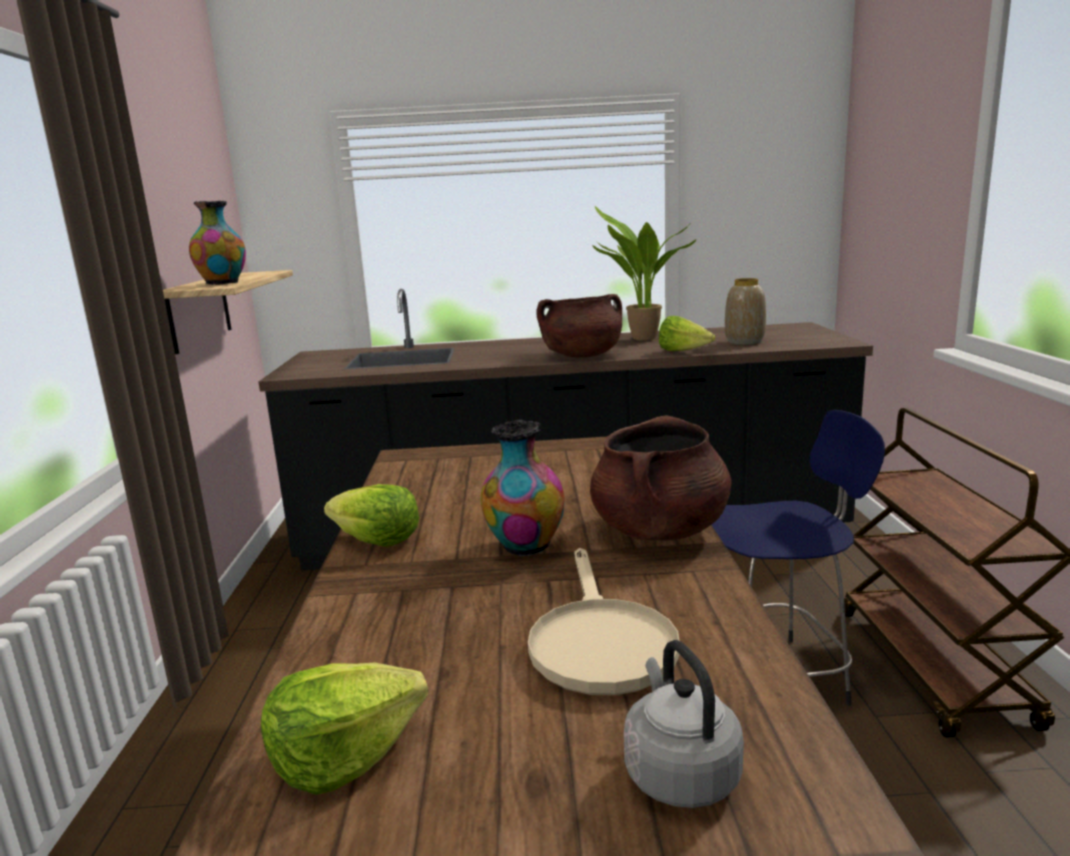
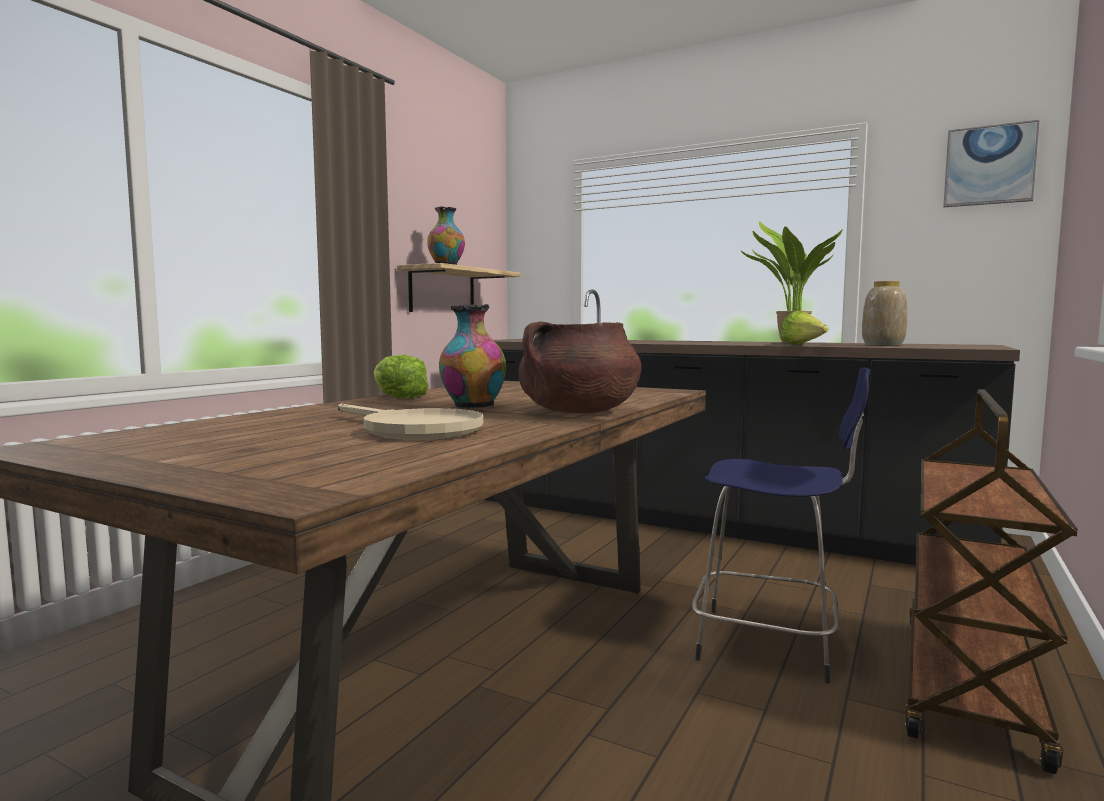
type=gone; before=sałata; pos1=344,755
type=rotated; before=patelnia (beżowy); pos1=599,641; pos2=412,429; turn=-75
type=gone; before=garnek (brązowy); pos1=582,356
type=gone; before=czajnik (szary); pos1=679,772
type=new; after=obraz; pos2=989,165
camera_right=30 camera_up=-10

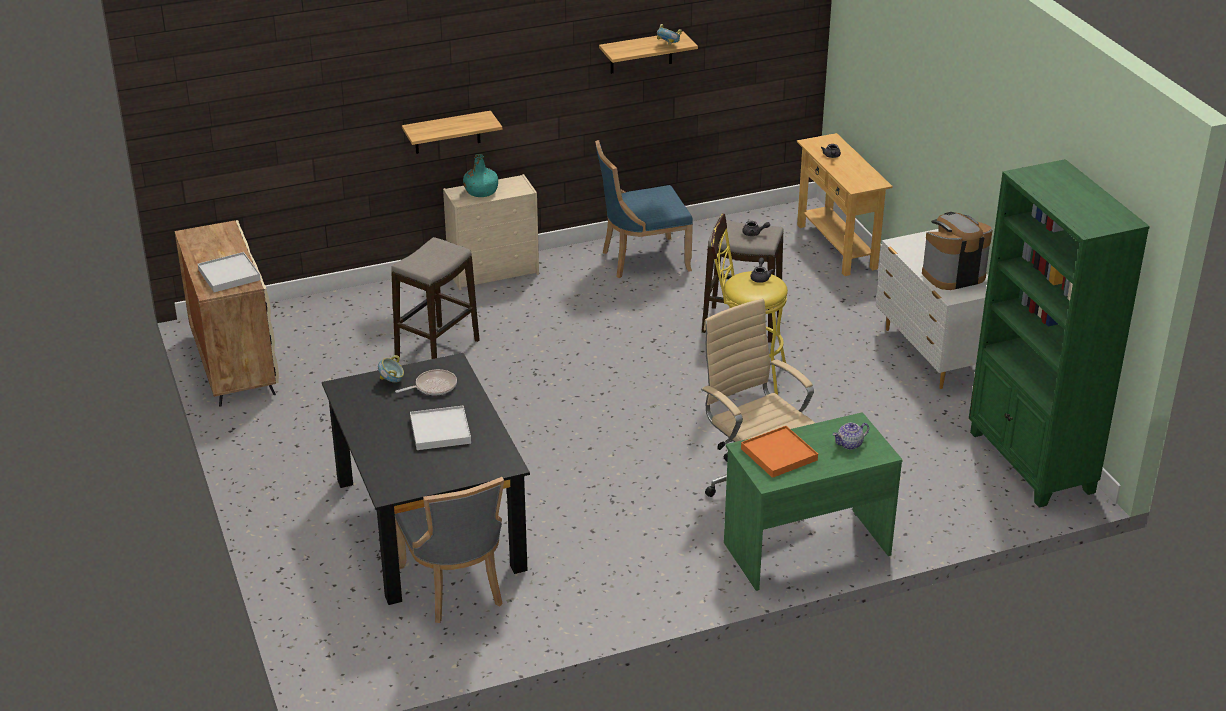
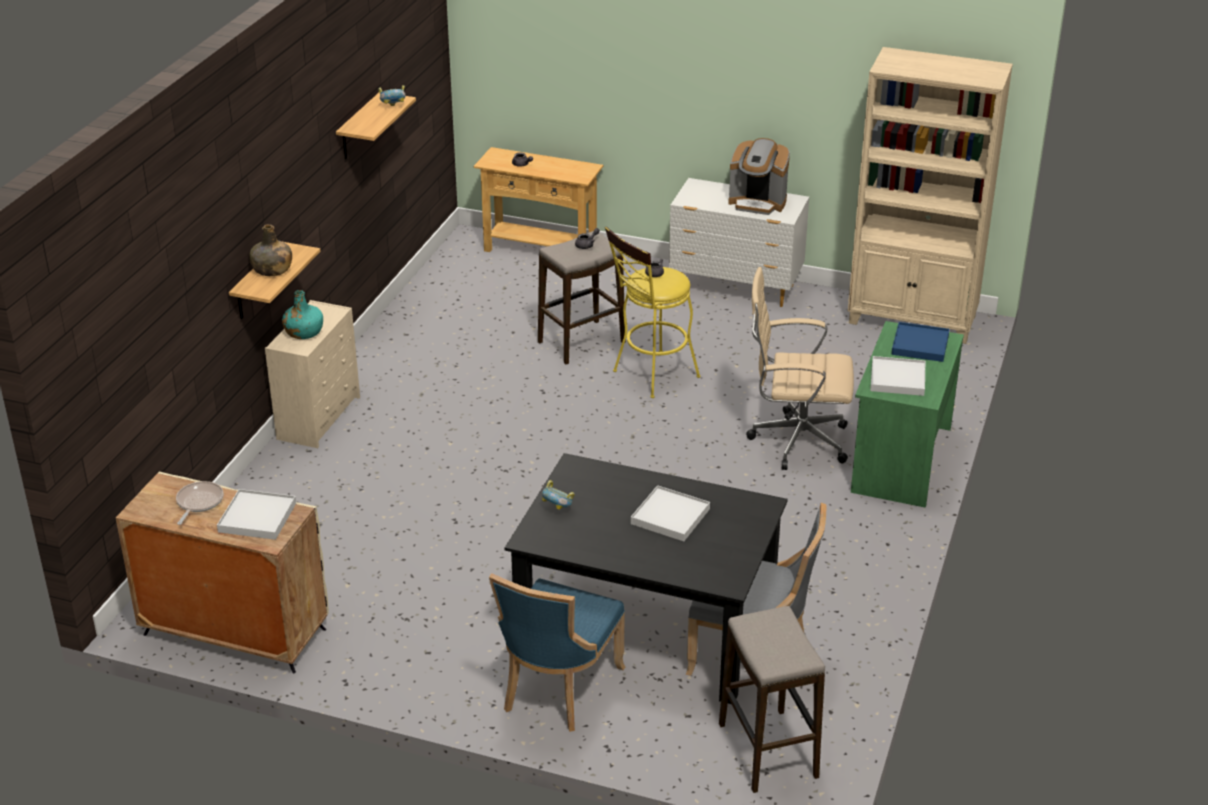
type=shifted; before=stołek; pos1=437,350; pos2=767,751
type=shifted; before=patelnia; pos1=433,386; pos2=198,503
type=shifted; before=krzesło (niebieski); pos1=642,260; pos2=557,690
type=repainted; before=taca (pomarańczowy); after=taca (biały); pos1=779,454; pos2=897,379
type=swapped; before=imbryk; after=taca (niebieski); pos1=850,444; pos2=920,345
type=rotated; before=ekspres do kawy; pos1=953,275; pos2=757,203; turn=-90
type=repainted; before=regał (zielony); after=regał (beżowy); pos1=1030,463; pos2=913,320
type=new; after=butelka (zielony); pos2=272,269
camera_right=-50 camera_up=0

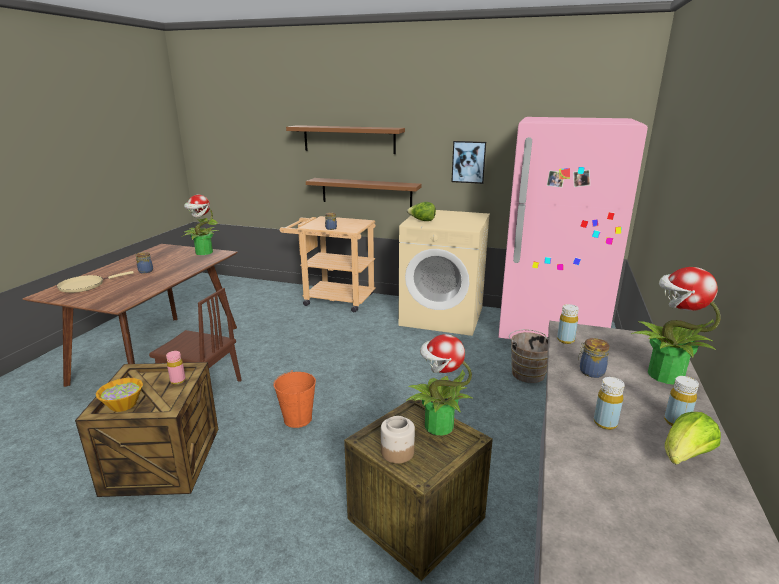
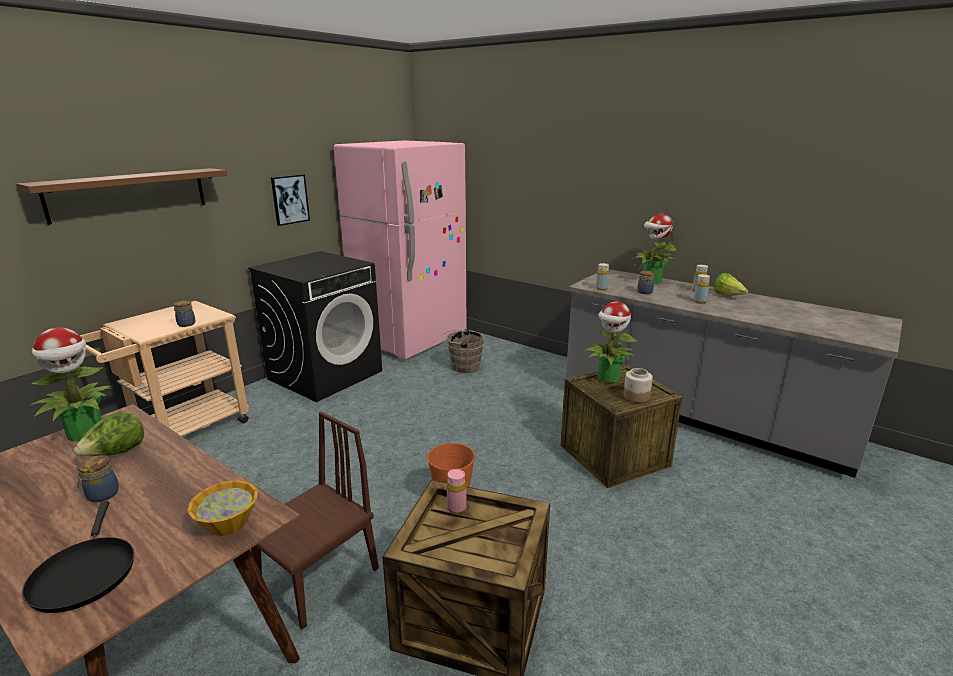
type=repainted; before=patelnia (beżowy); after=patelnia (czarny); pos1=85,285; pos2=84,573
type=shifted; before=miska; pos1=123,404; pos2=228,523
type=gone; before=półka (brązowy); pos1=366,192
type=repainted; before=pralka (beżowy); after=pralka (czarny); pos1=442,316; pos2=326,375
type=shifted; before=sałata; pos1=422,221; pos2=116,453
camera_right=-70 camera_up=0

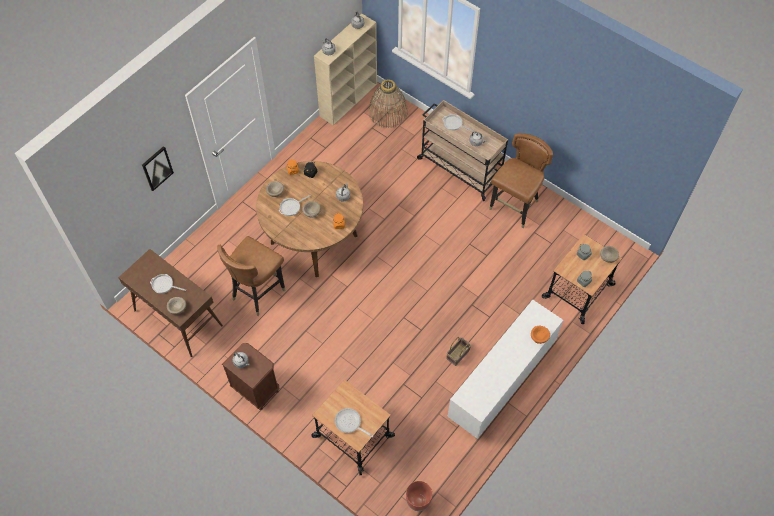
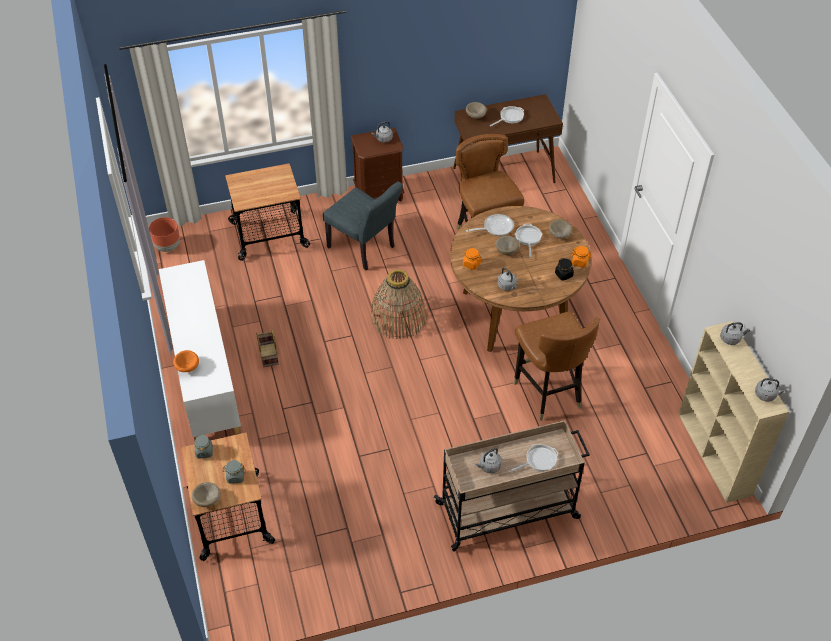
type=gone; before=obraz; pos1=157,168
type=shifted; before=patelnia; pos1=350,423; pos2=495,227
type=shifted; before=koszyk; pos1=388,112; pos2=398,317
type=shifted; before=krzesło (brązowy); pos1=515,207; pos2=548,393
type=new; after=krzesło (szary); pos2=365,249
camera_right=125 camera_up=-10

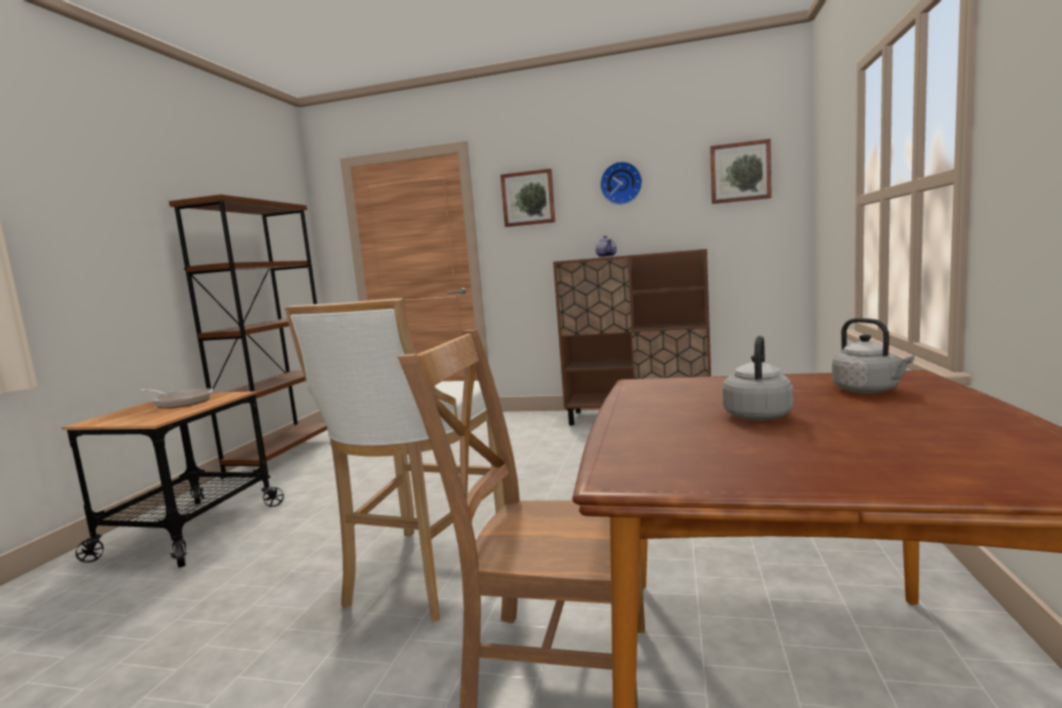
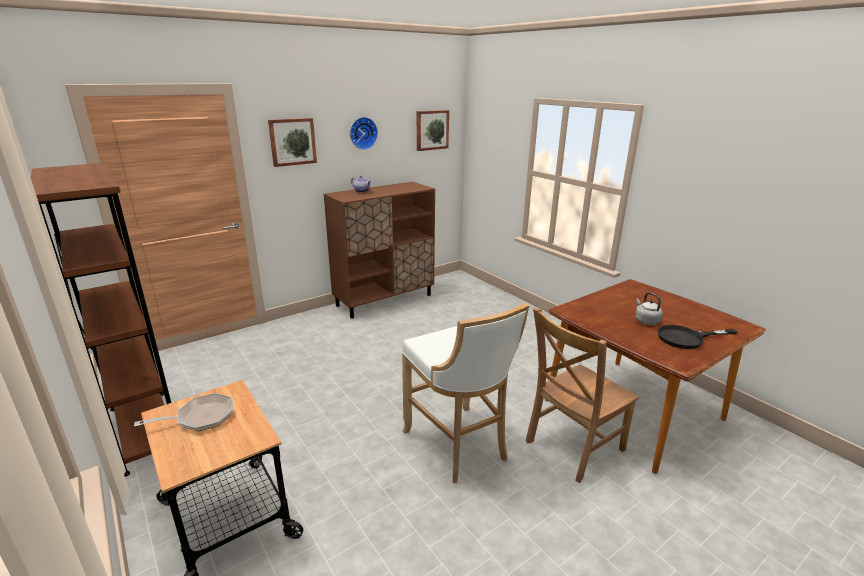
type=gone; before=czajnik (szary); pos1=869,391
type=new; after=patelnia (czarny); pos2=687,338
camera_right=-50 camera_up=15

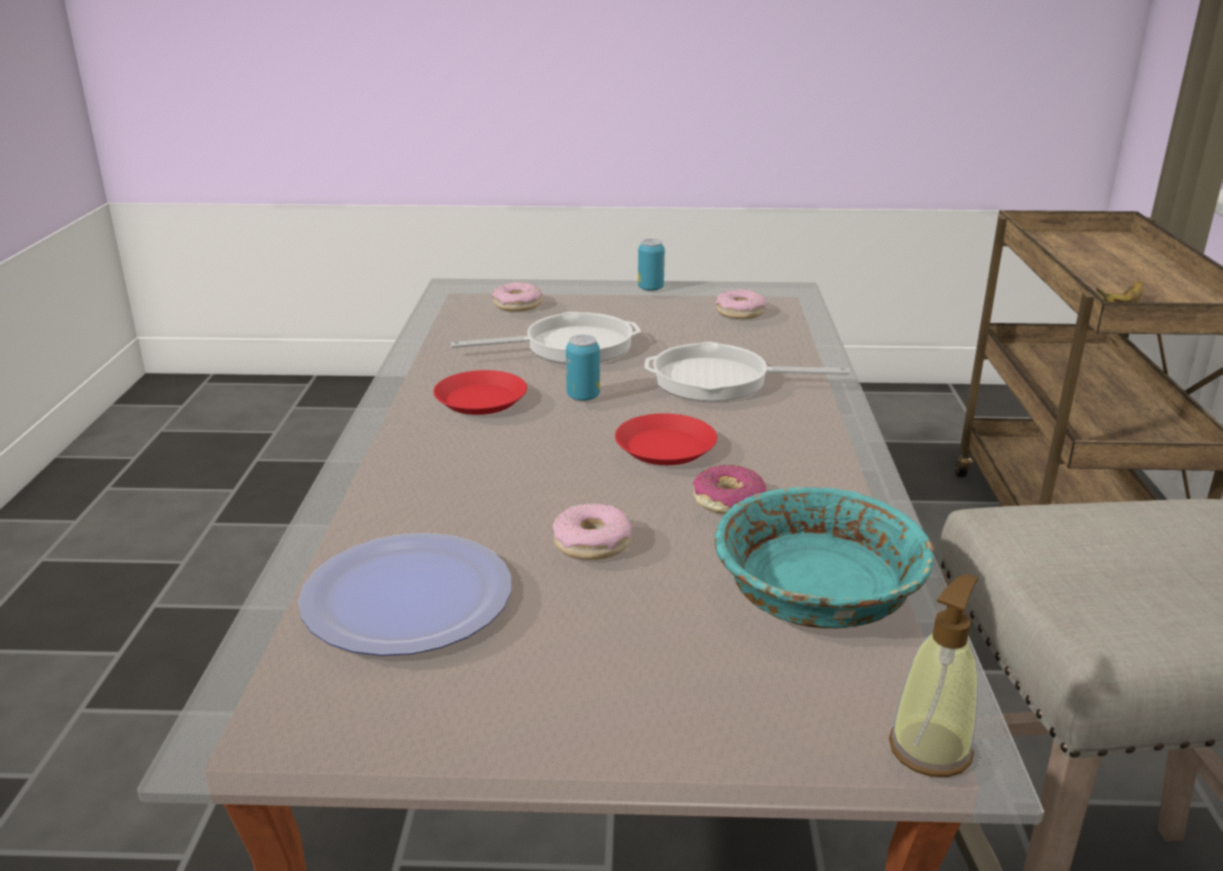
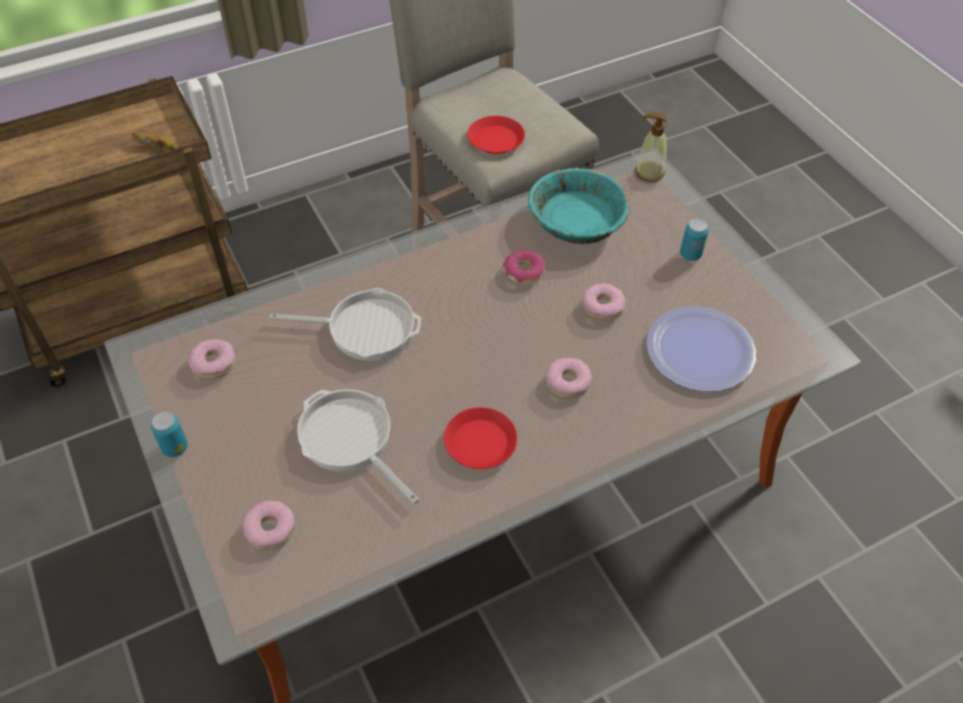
type=shifted; before=puszka; pos1=583,397; pos2=690,254
type=shifted; before=talerz (czerwony); pos1=665,448; pos2=496,140
type=rotated; before=patelnia; pos1=719,380; pos2=365,328; turn=-60
type=new; after=donut; pos2=567,382
camera_right=-120 camera_up=25

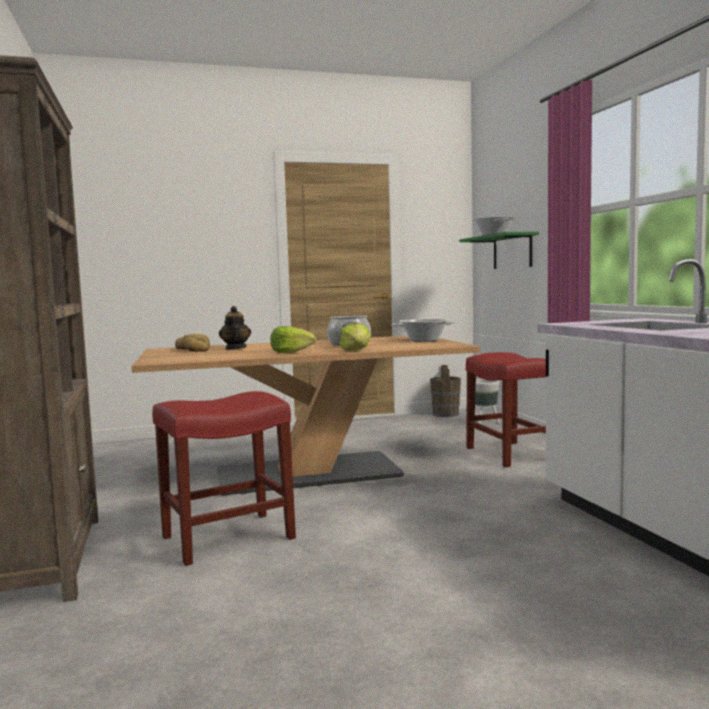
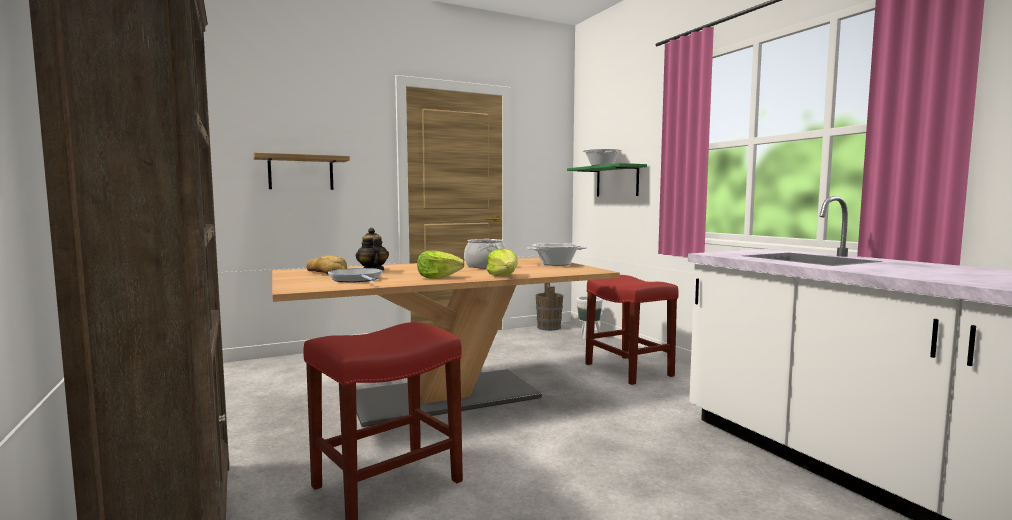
type=new; after=półka; pos2=301,173
type=new; after=patelnia; pos2=356,279
camera_right=-10 camera_up=0

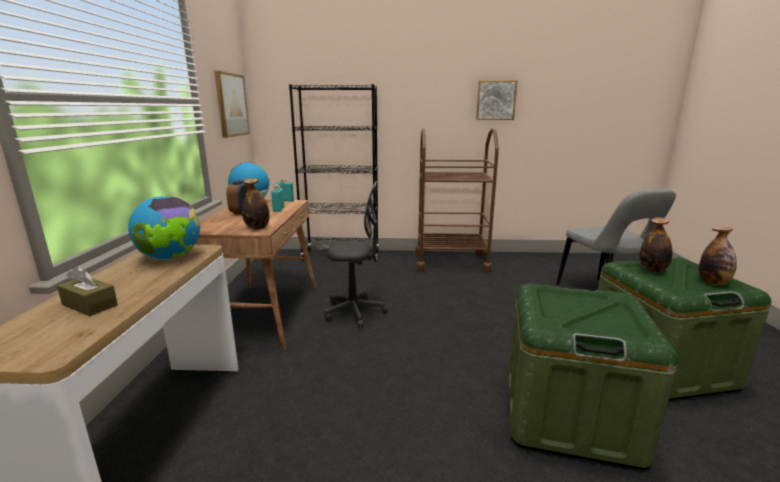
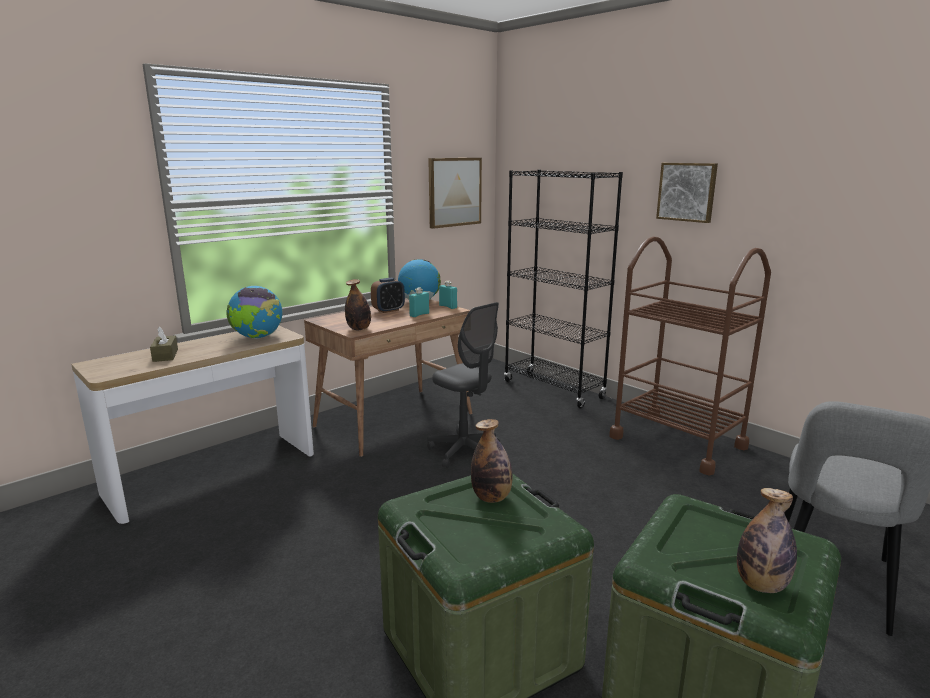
type=shifted; before=obraz; pos1=495,100; pos2=687,192
type=shifted; before=butelka; pos1=652,270; pos2=491,497
camera_right=45 camera_up=0

